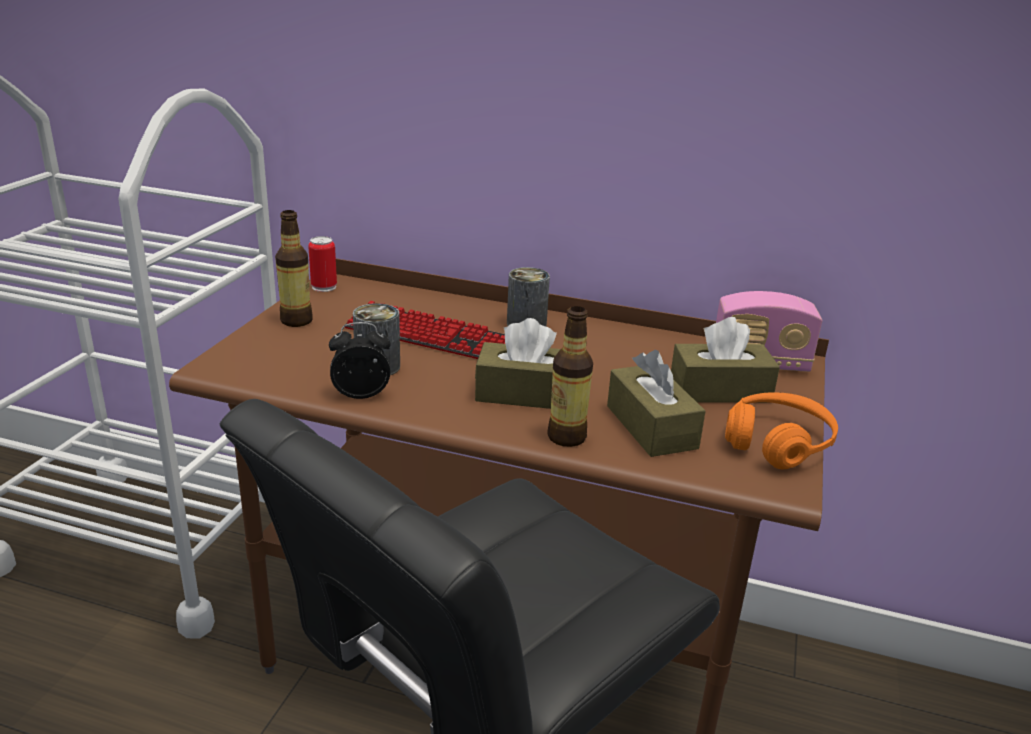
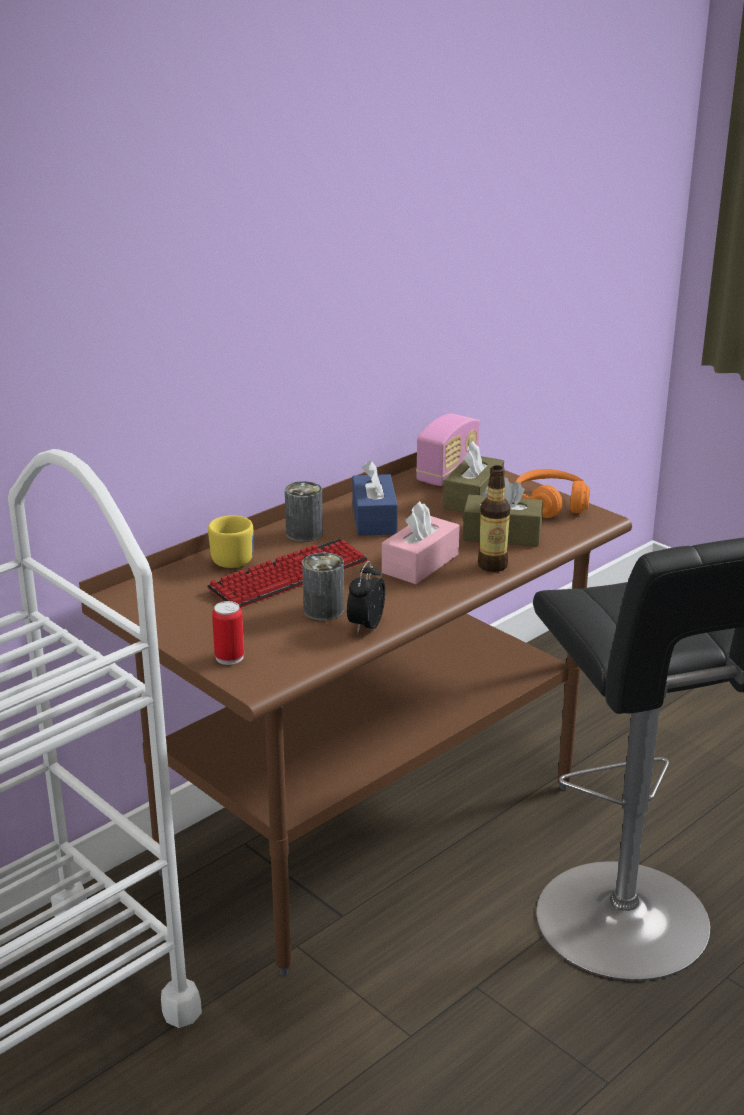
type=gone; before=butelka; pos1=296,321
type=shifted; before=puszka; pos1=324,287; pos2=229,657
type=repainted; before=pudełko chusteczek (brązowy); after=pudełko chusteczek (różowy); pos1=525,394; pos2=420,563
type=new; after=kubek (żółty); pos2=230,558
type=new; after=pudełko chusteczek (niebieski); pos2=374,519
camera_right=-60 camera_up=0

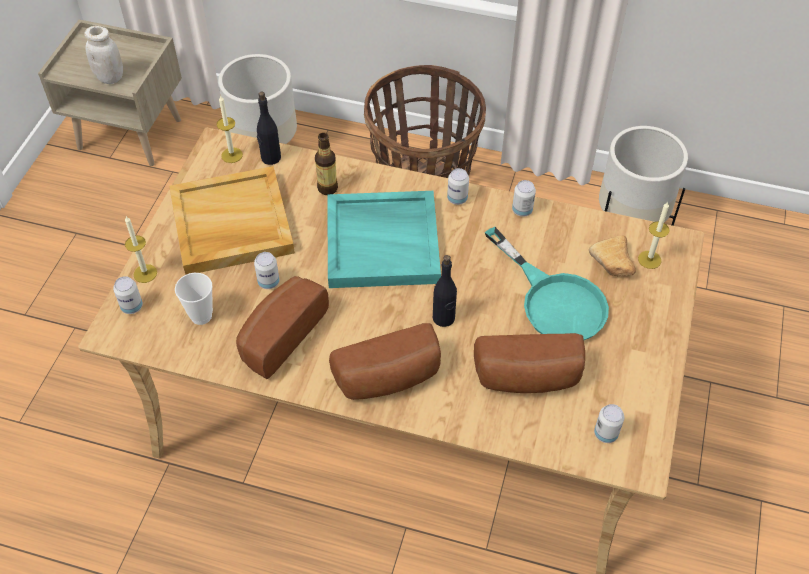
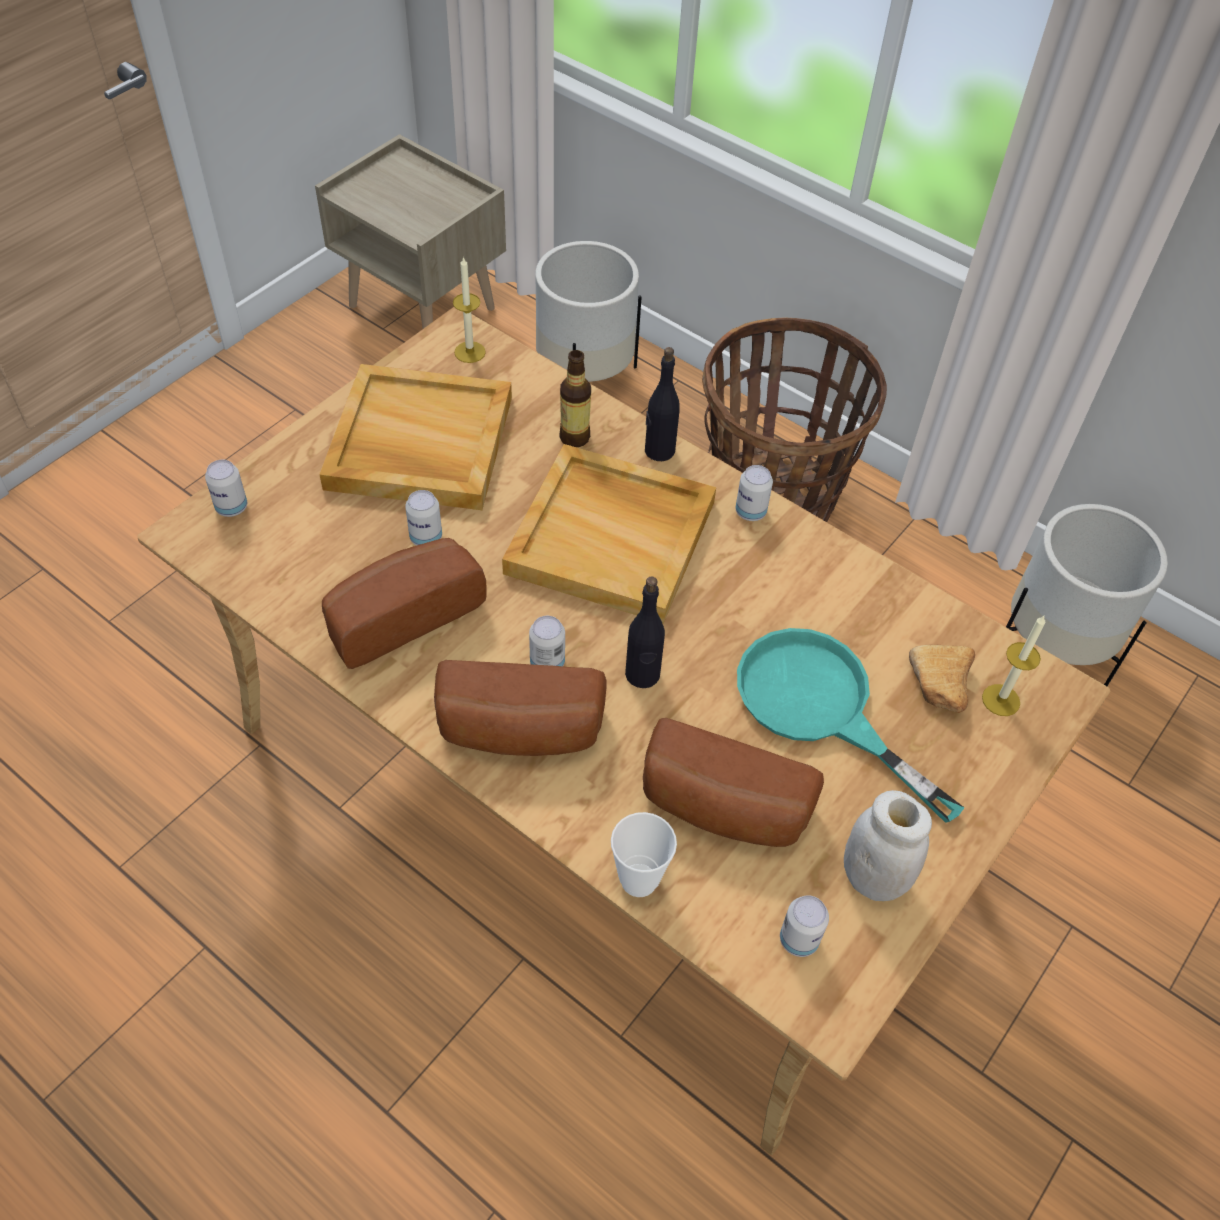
type=shifted; before=słoik (biały); pos1=110,77; pos2=873,878
type=gone; before=świeca; pos1=145,273
type=shifted; before=filiżanka; pos1=201,316; pos2=639,880
type=shifted; before=butelka (czarny); pos1=270,158; pos2=659,450
type=repainted; before=taca (turkusowy); after=taca (beżowy); pos1=383,242; pos2=613,536
type=rotated; before=patelnia (turkusowy); pos1=554,300; pos2=820,707; turn=150
type=shifted; before=puszka; pos1=522,210; pos2=547,663
camera_right=20 camera_up=0

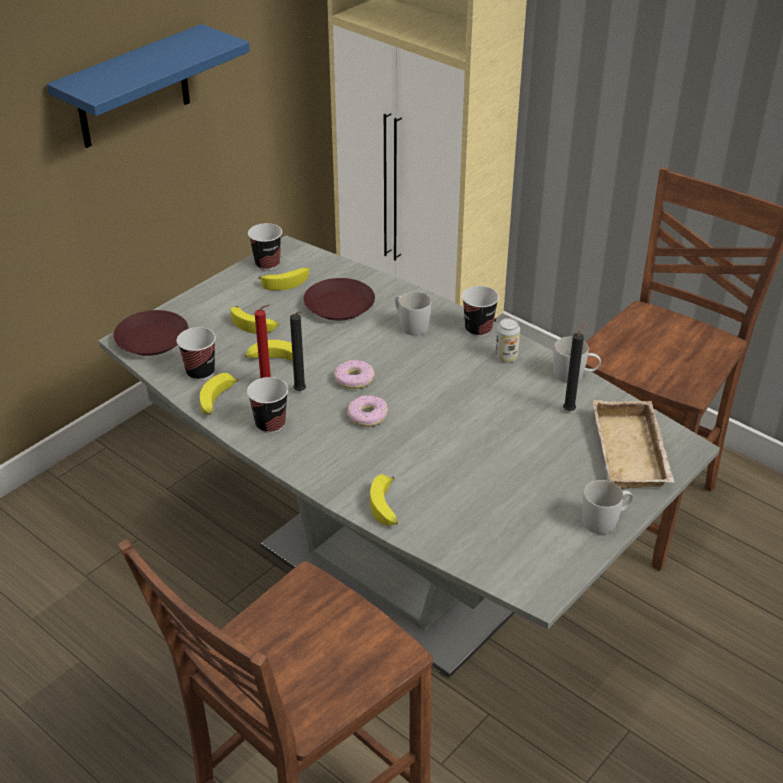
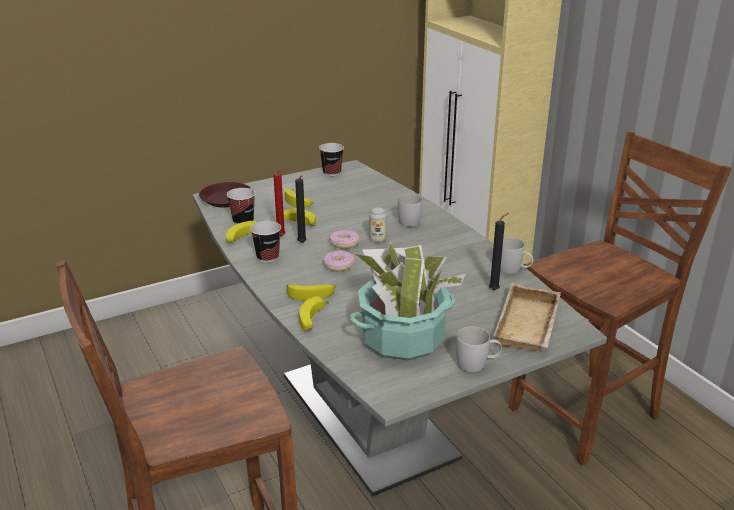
type=gone; before=półka (niebieski); pos1=133,88
type=shifted; before=banan; pos1=286,282; pos2=311,294
type=gone; before=talerz (brązowy); pos1=339,306
type=gone; before=filiżanka; pos1=478,329
type=shifted; before=puszka; pos1=506,357; pos2=378,239
type=new; after=roślina doniczkowa; pos2=402,339
camera_right=20 camera_up=-10

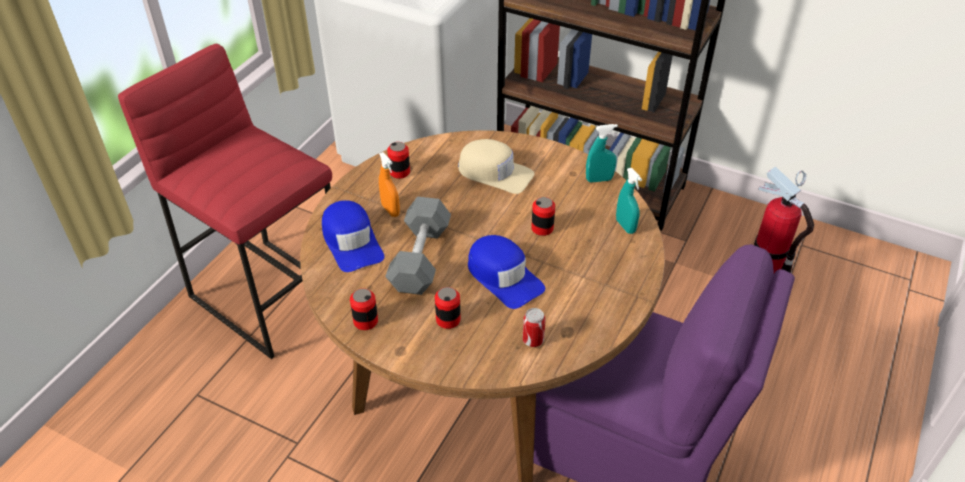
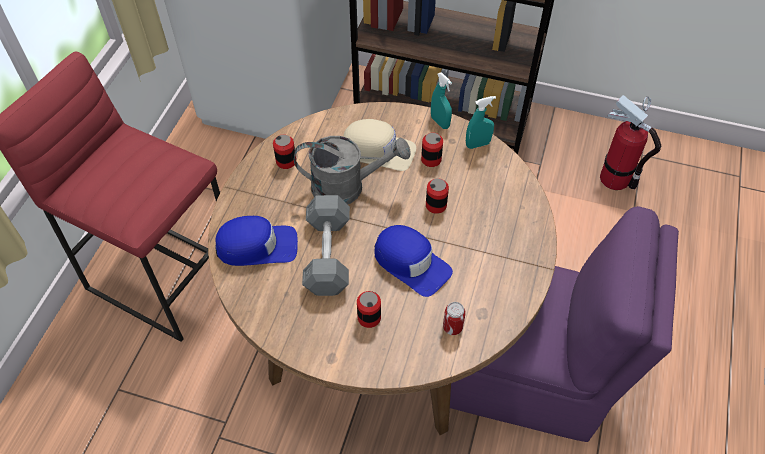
type=rotated; before=czapka z daszkiem (niebieski); pos1=352,242; pos2=257,246; turn=-60
type=shifted; before=puszka; pos1=365,321; pos2=431,159
type=gone; before=spryskiwacz (pomarańczowy); pos1=390,210
type=shifted; before=spryskiwacz (turkusowy); pos1=625,226; pos2=440,122
type=new; after=konewka (szary); pos2=347,187
camera_right=-10 camera_up=10

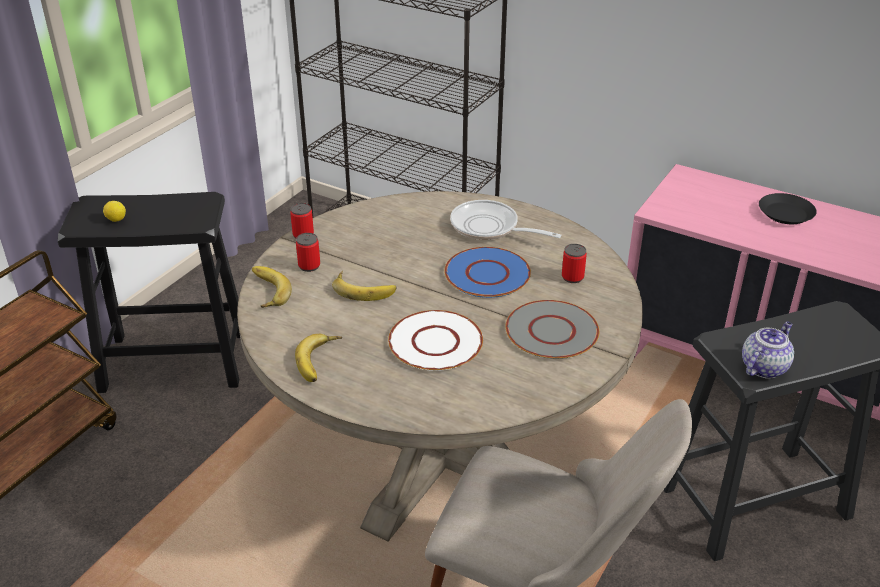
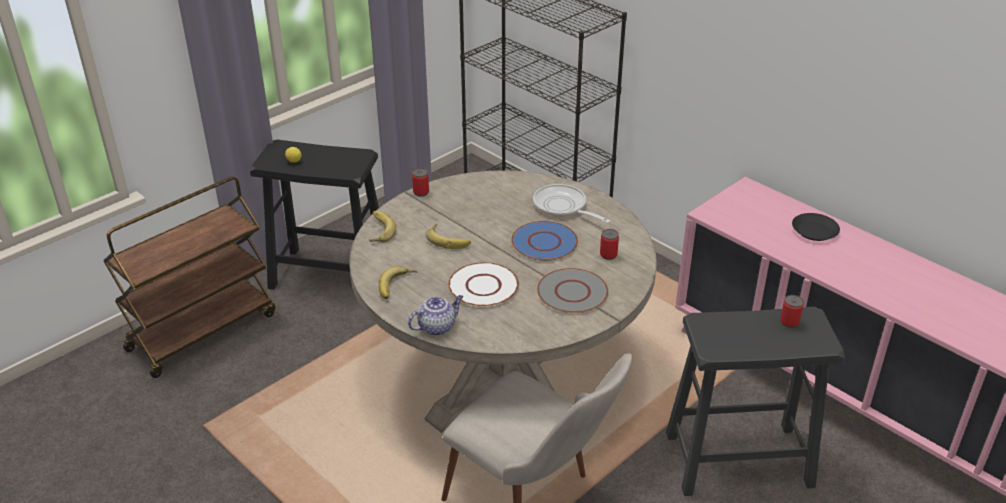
type=shifted; before=puszka; pos1=309,266; pos2=789,322
type=shifted; before=imbryk; pos1=764,367; pos2=437,326
camera_right=15 camera_up=0

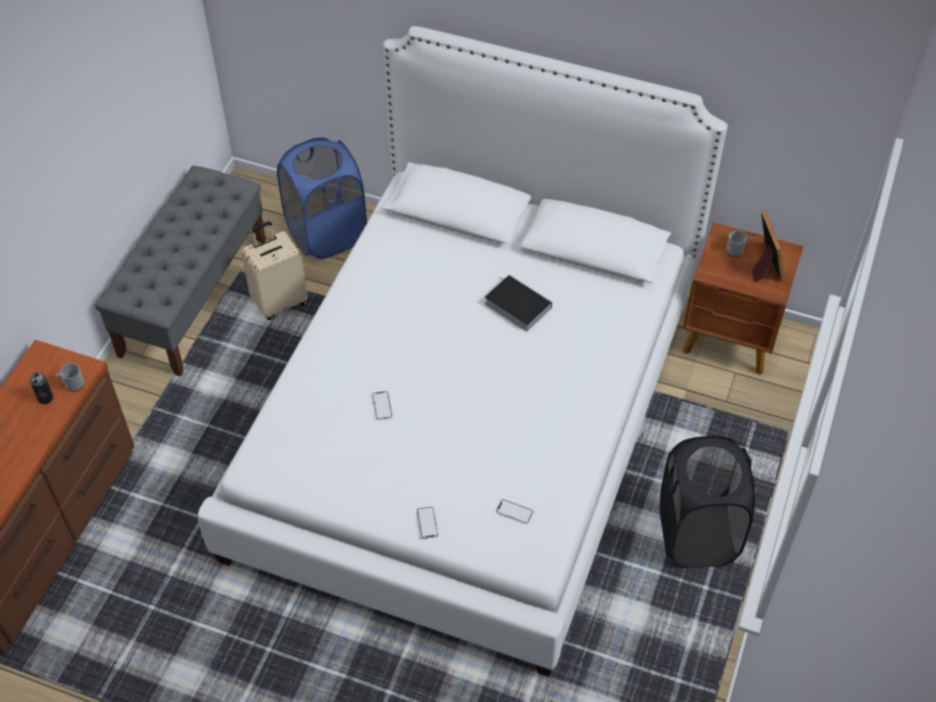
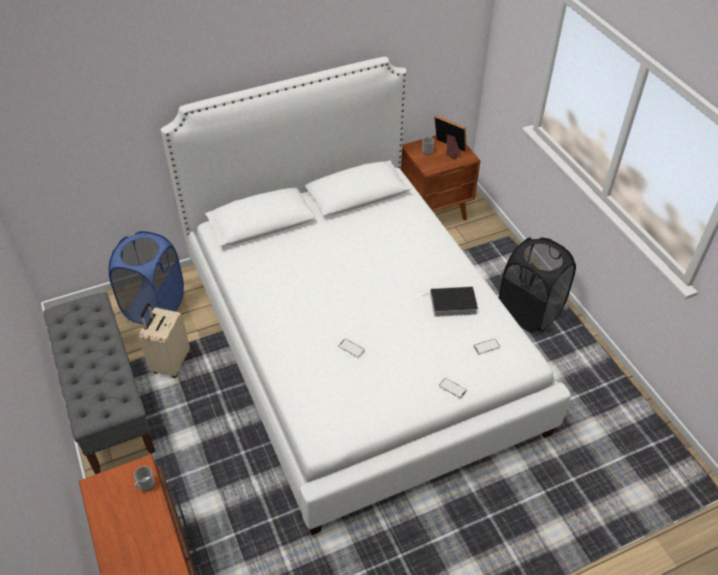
type=gone; before=puszka; pos1=45,398
type=shifted; before=książka; pos1=515,305; pos2=451,304
camera_right=-45 camera_up=-5

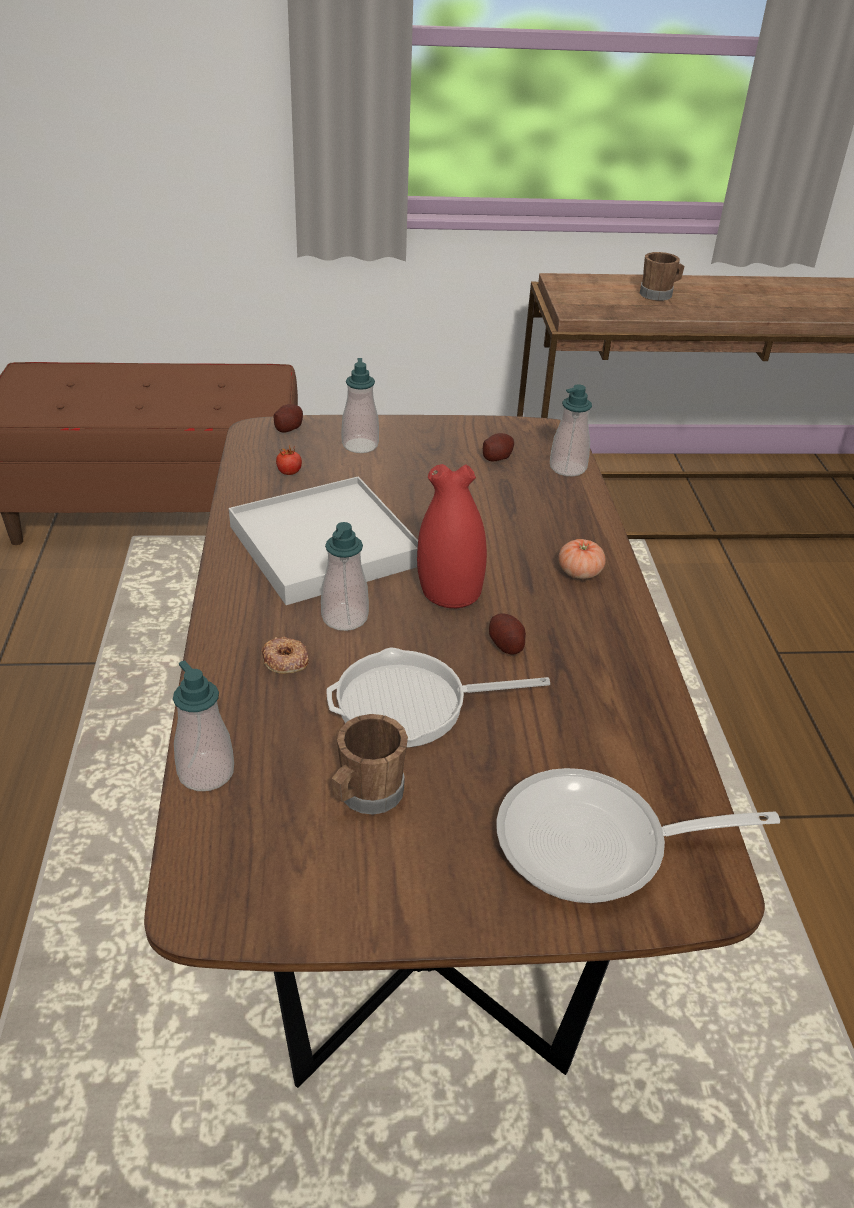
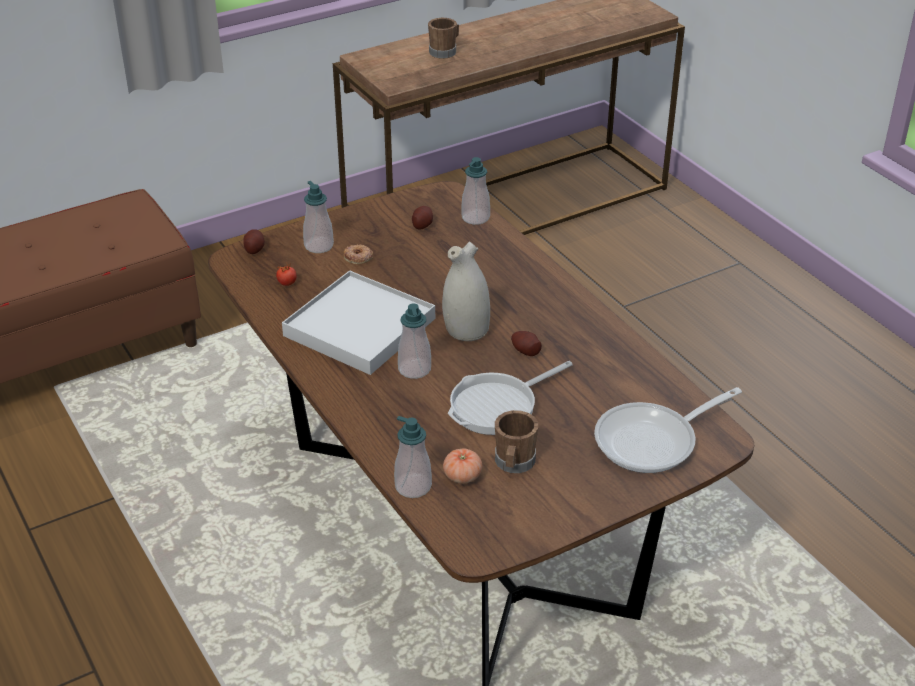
type=shifted; before=donut; pos1=285,660; pos2=358,257
type=repainted; before=wazon (czerwony); after=wazon (biały); pos1=449,592; pos2=466,331
type=shifted; before=pomidor; pos1=579,572; pos2=462,476
camera_right=-25 camera_up=0

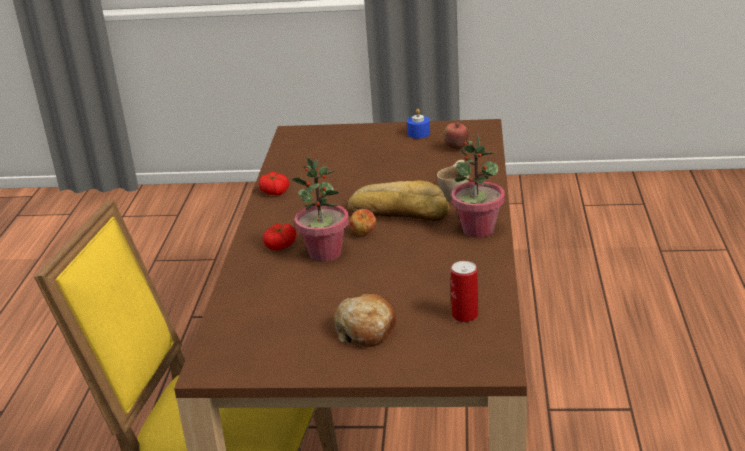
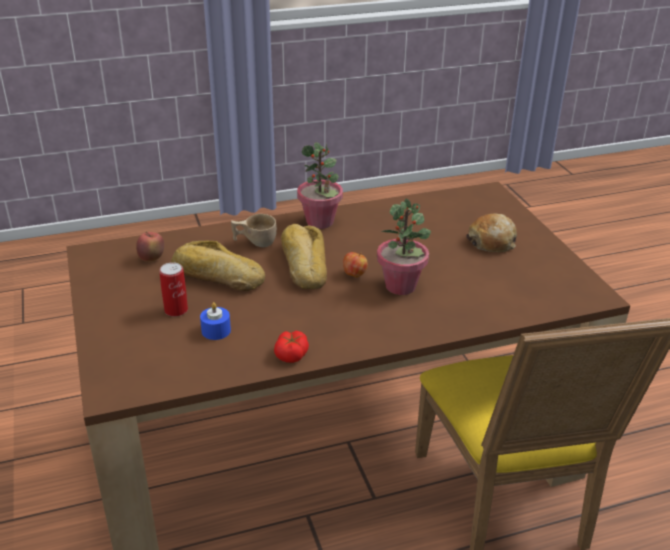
type=gone; before=pomidor; pos1=281,245
type=shifted; before=świeca (niebieski); pos1=418,133; pos2=216,330
type=shifted; before=puszka; pos1=465,315; pos2=176,310
type=new; after=chleb; pos2=216,276
camera_right=-115 camera_up=5

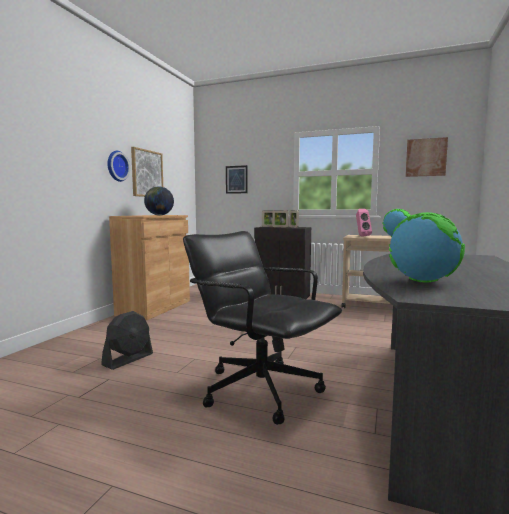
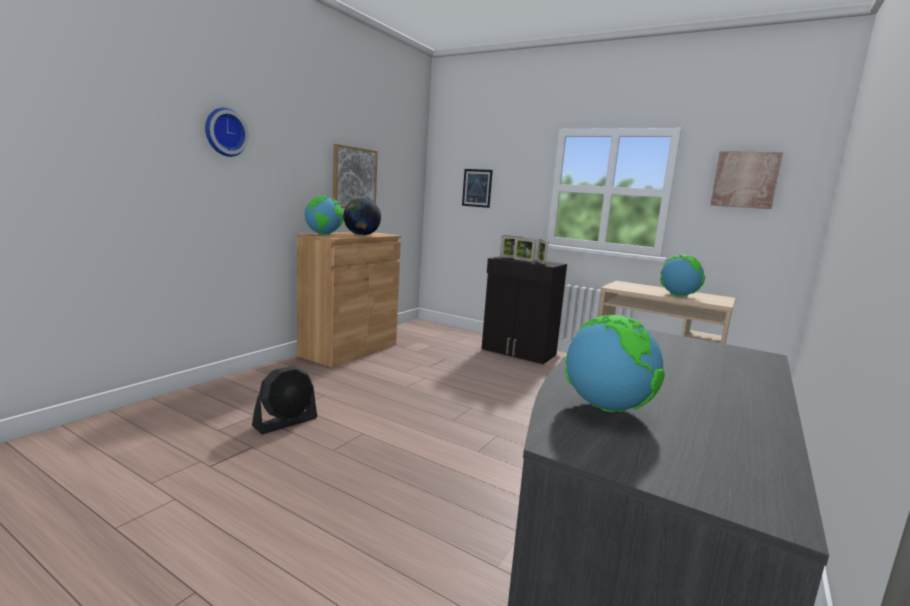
type=shifted; before=zegar ścienny; pos1=116,166; pos2=224,132
type=gone; before=krzesło biurowe (czarny); pos1=260,389
type=gone; before=głośnik (różowy); pos1=361,236
type=new; after=globus; pos2=324,234
camera_right=10 camera_up=5

